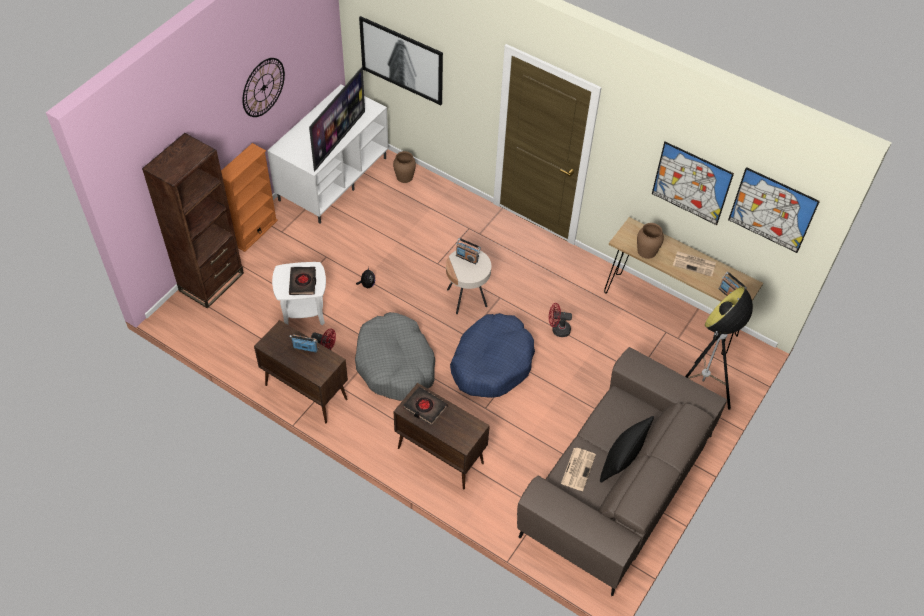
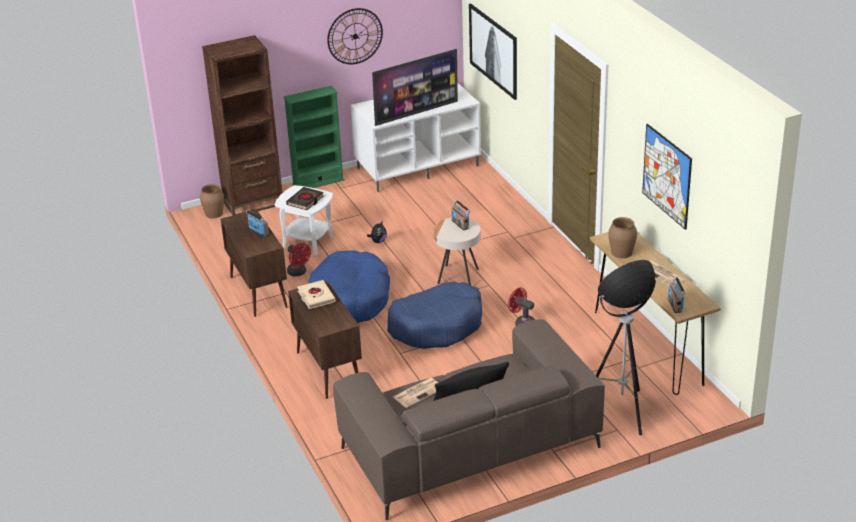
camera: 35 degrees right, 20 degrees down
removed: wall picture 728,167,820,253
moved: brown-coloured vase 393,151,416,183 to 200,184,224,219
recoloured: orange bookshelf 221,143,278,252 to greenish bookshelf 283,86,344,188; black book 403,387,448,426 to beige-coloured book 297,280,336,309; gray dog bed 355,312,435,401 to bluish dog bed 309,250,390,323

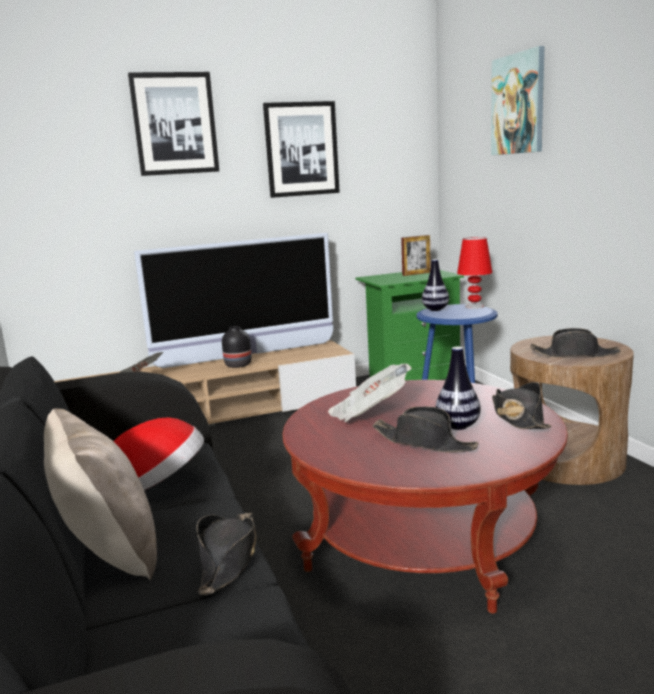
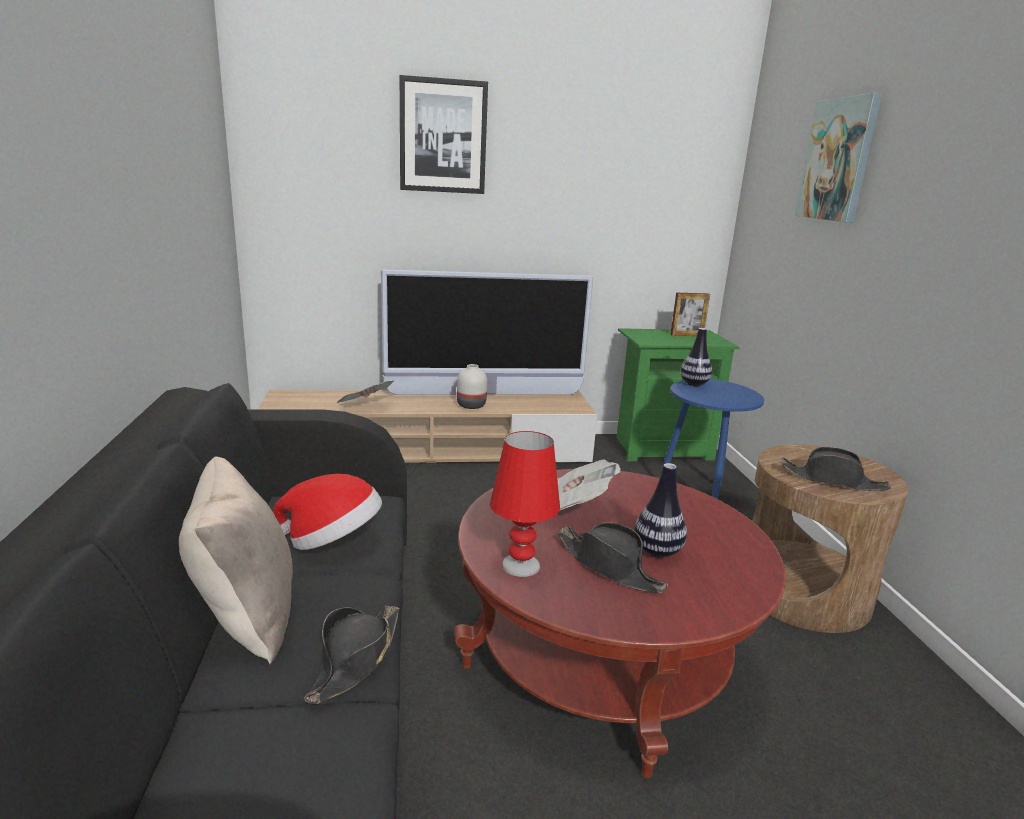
camera: 10 degrees right, 5 degrees up
removed: wall picture 263,101,340,198; black hat 492,382,551,429
moved: red-coloured lamp for a table 457,237,492,309 to 490,431,560,577
recoloured: black vase 222,326,252,368 to white vase 457,364,487,409

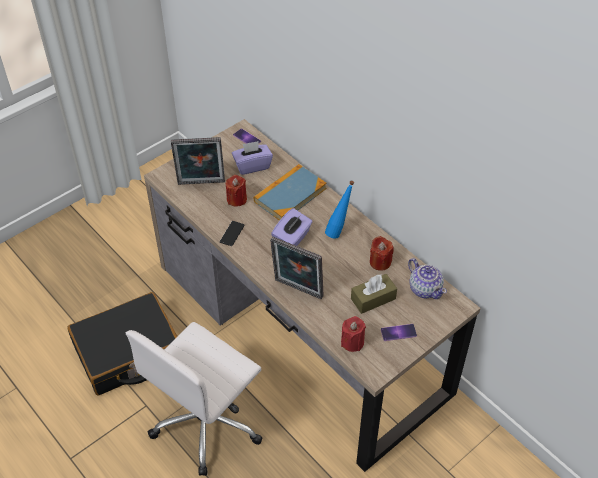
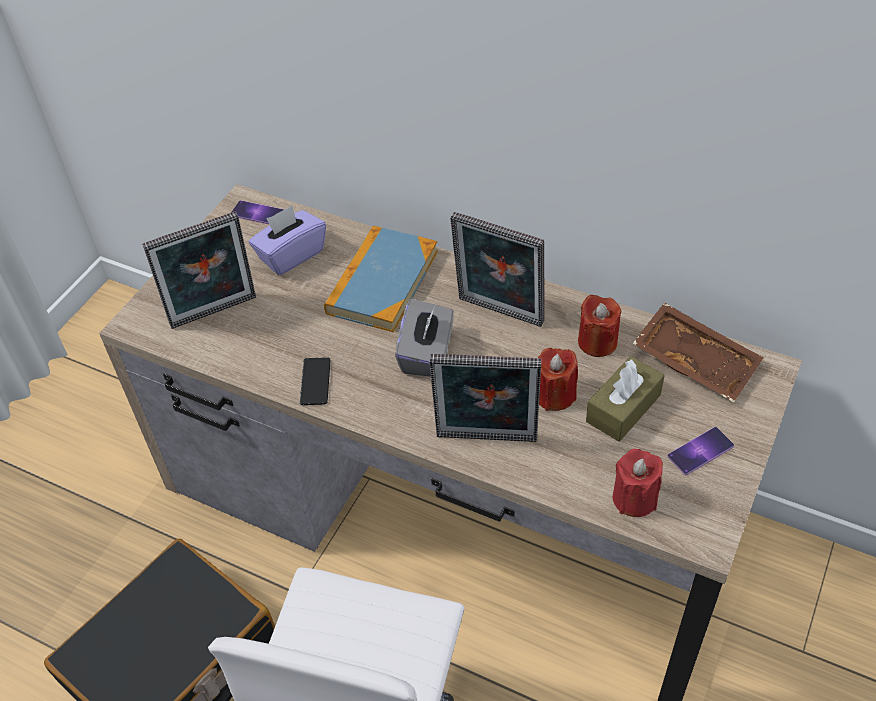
camera: 20 degrees left, 0 degrees up
moved: red-coloured wax light 226,175,247,207 to 538,348,578,411
replaced: bluish beverage bottle 325,181,354,239 to picture frame 450,212,545,327; tea pot 408,258,447,299 to brown-coloured serving tray 632,302,764,402
recoloured: purplish tissue box 271,208,312,246 to gray tissue box 395,298,454,376

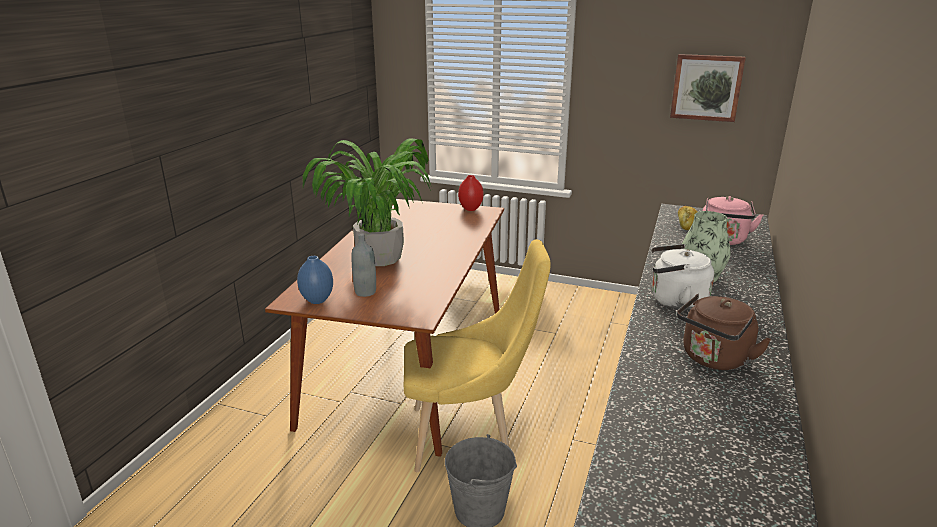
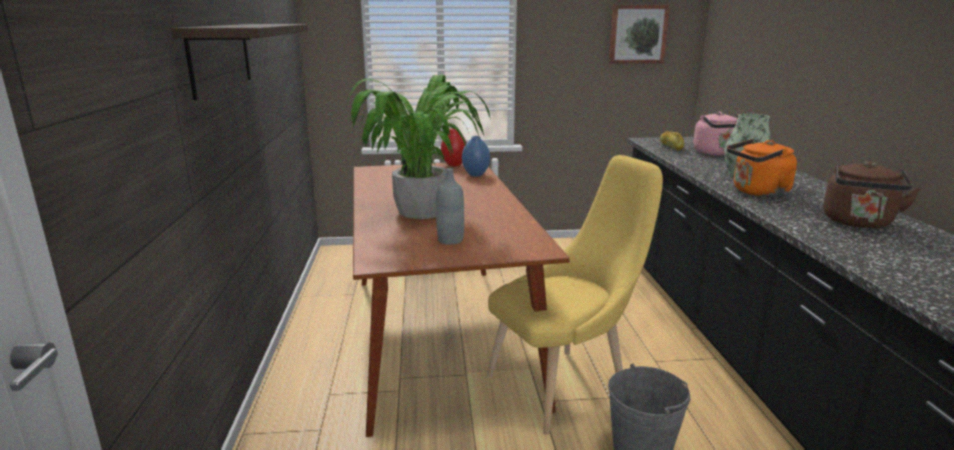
camera: 25 degrees left, 5 degrees down
added: wall shelf 171,24,308,100
moved: bluish vase 297,256,333,304 to 462,136,490,176
recoloured: white tea kettle 651,244,714,310 to orange tea kettle 727,139,797,197

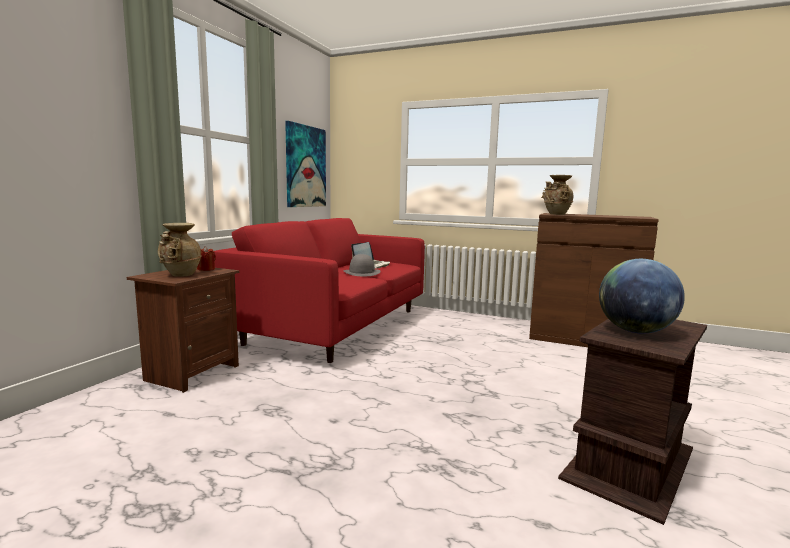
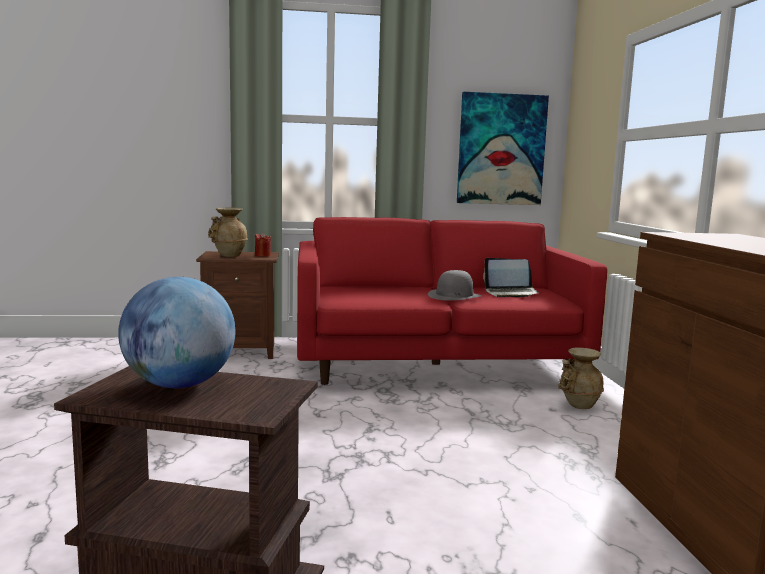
camera: 60 degrees right, 0 degrees up
moved: beige-coloured vase 541,175,573,215 to 558,347,604,409

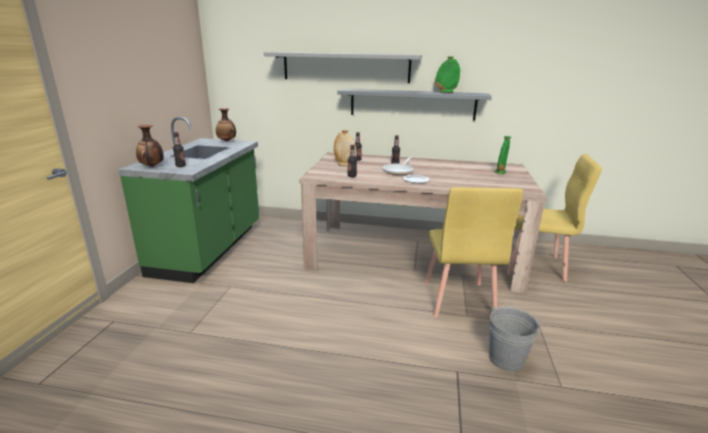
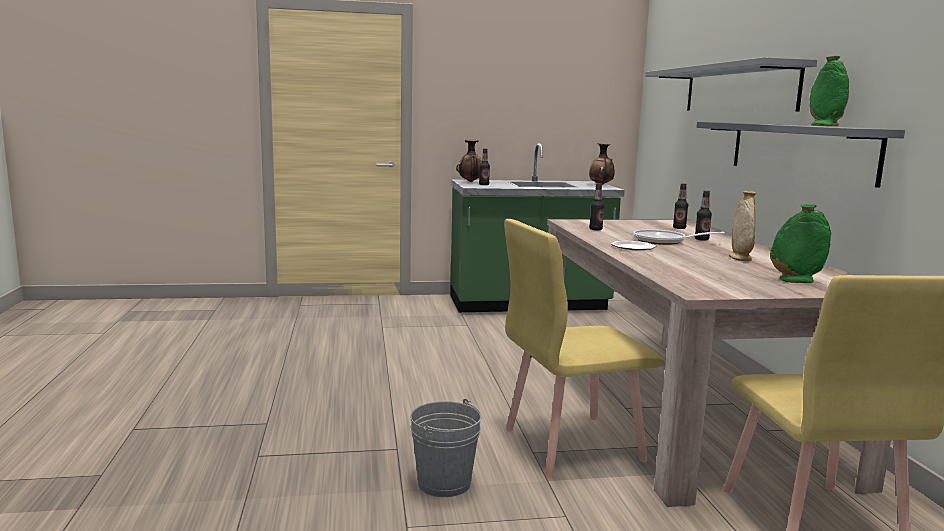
camera: 70 degrees right, 10 degrees down
moved: beige-coloured vase 334,130,357,166 to 729,191,757,261

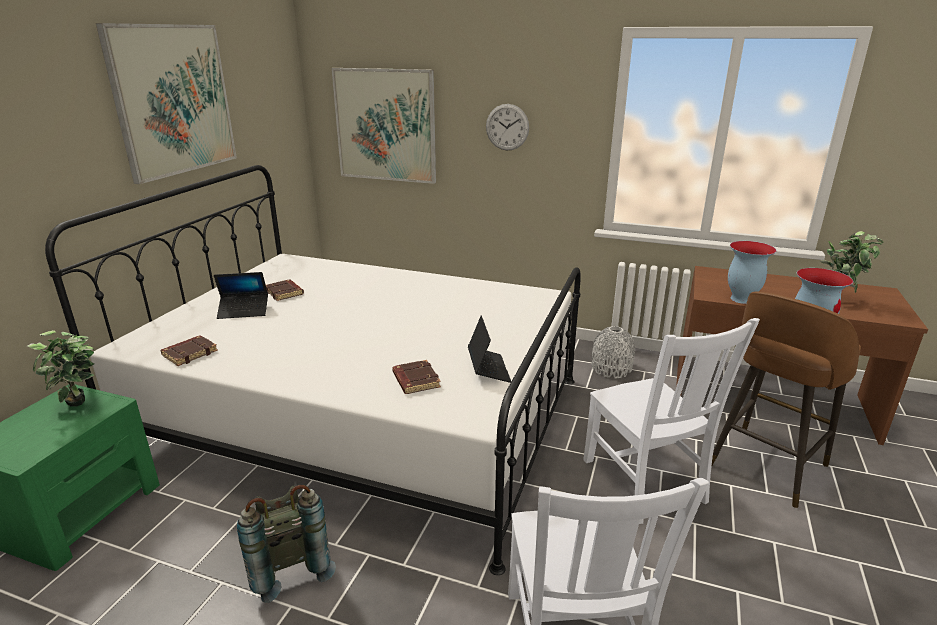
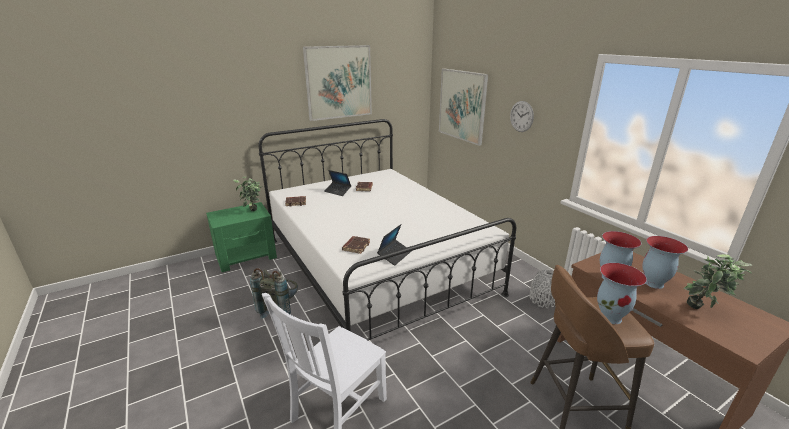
camera: 40 degrees right, 0 degrees up
removed: white upright chair 583,318,760,524
added: vase 642,236,688,289

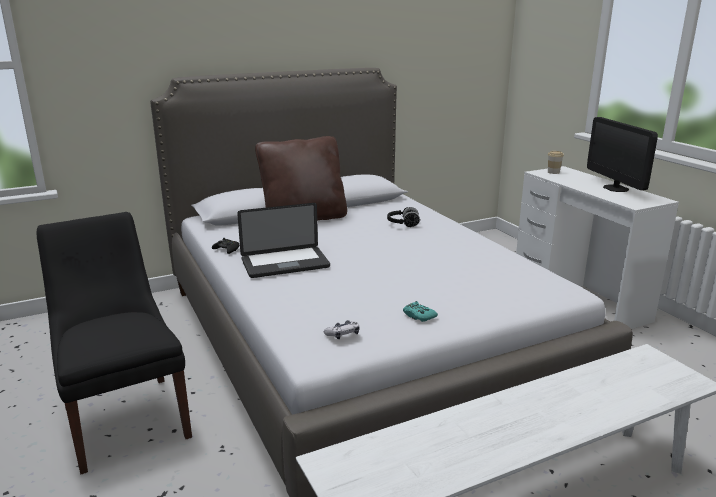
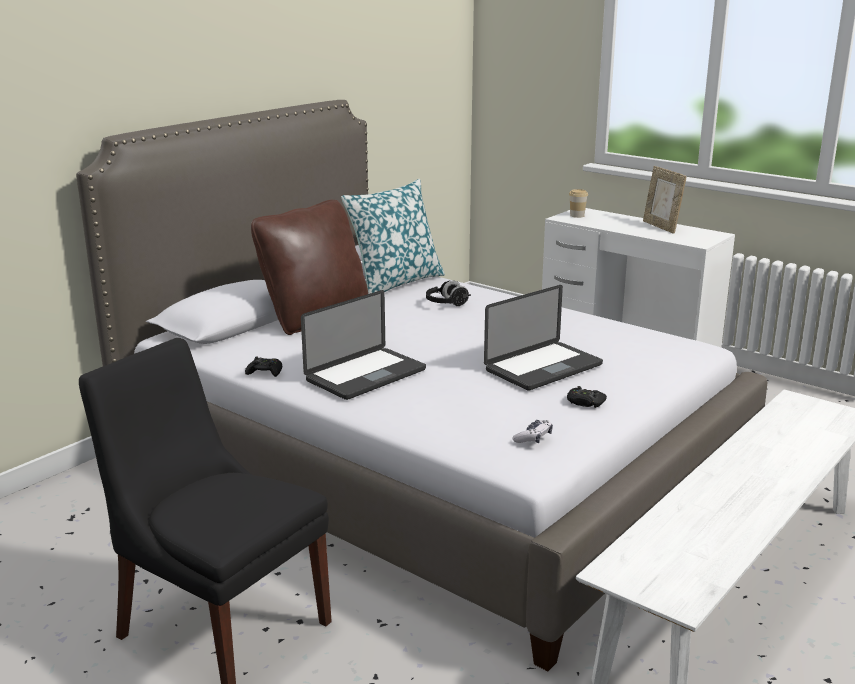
camera: 25 degrees left, 0 degrees up
added: pillow 341,179,445,294; notebook computer 484,285,603,391
replaced: monitor 587,117,658,192 to picture frame 643,166,687,234
recoloured: turquoise-coloured game controller 403,301,438,322 to black game controller 567,386,607,408

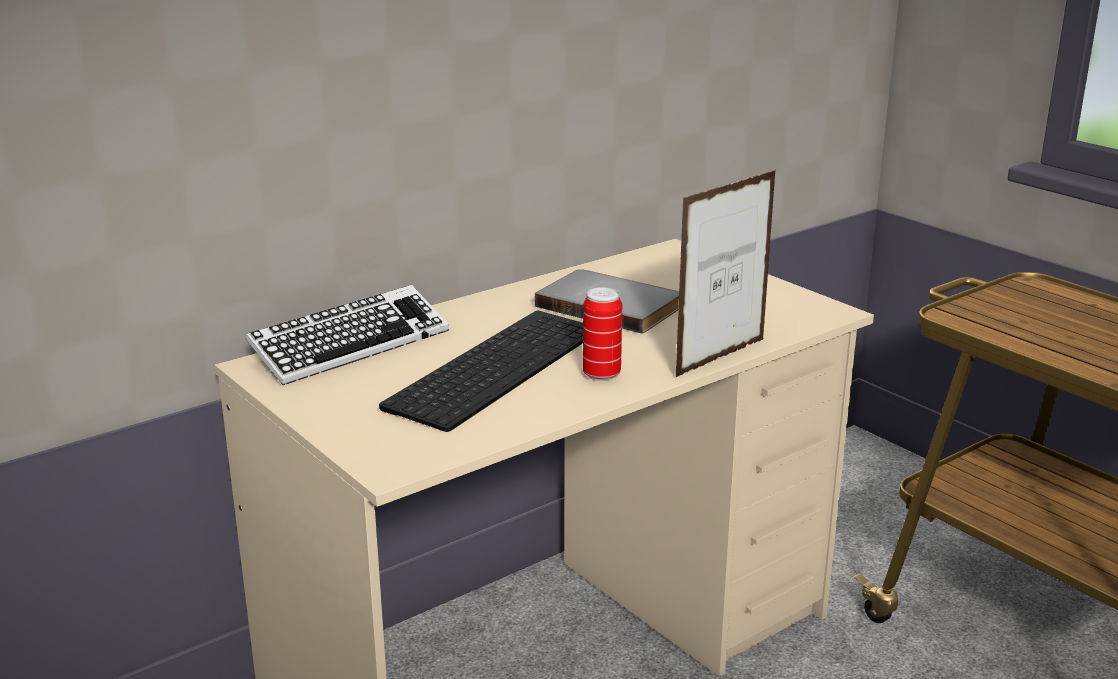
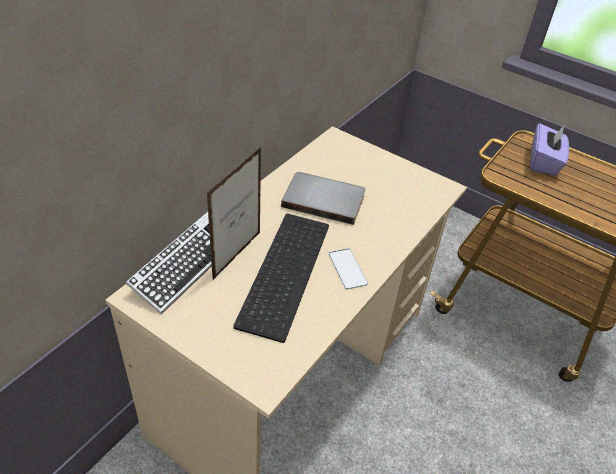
camera: 20 degrees left, 20 degrees up
added: purplish tissue box 530,123,569,176
moved: picture frame 676,170,776,377 to 207,147,261,280
replaced: sealed can 583,287,622,381 to phone 329,248,368,289

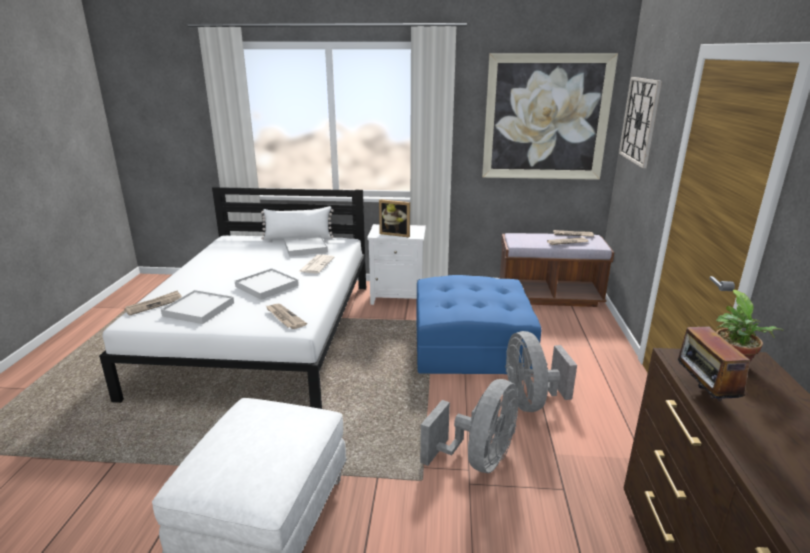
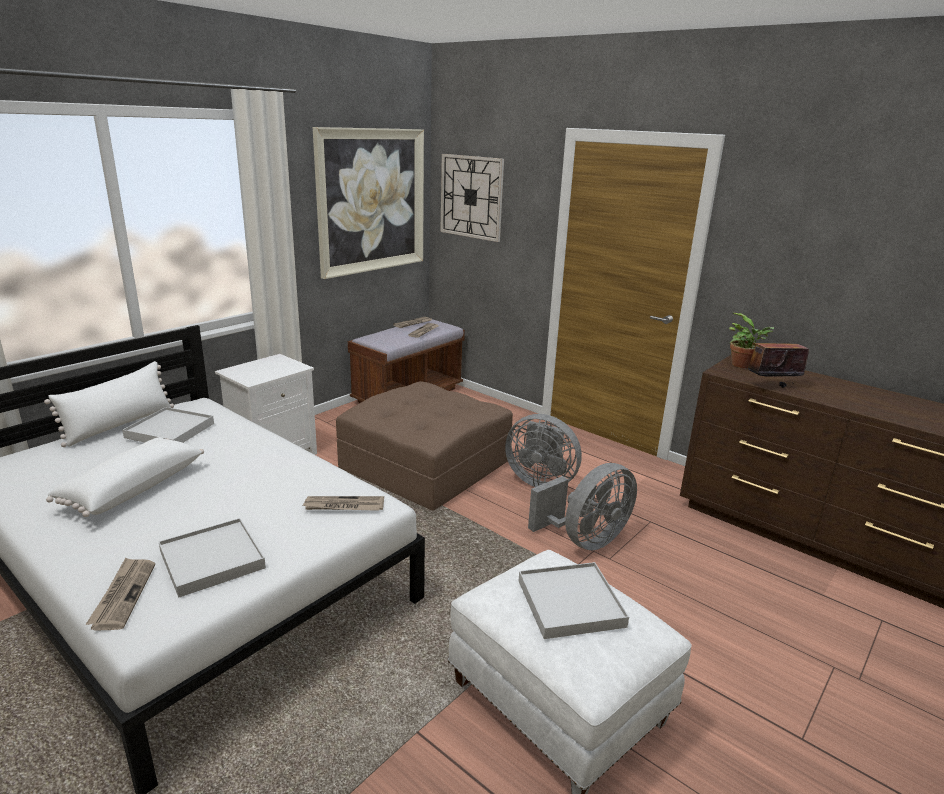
camera: 55 degrees left, 0 degrees up
removed: daily paper 298,255,335,273; picture frame 379,199,410,237
added: white pillow 46,437,204,517
moved: white serving tray 235,268,299,300 to 518,562,629,639
recoloured: bluish pouffe 416,275,541,374 to brown-coloured pouffe 336,381,513,510
turned: gray electric fan 420,379,518,473 = 528,463,637,550 75 degrees clockwise; radio 678,318,750,401 = 748,331,814,388 135 degrees clockwise

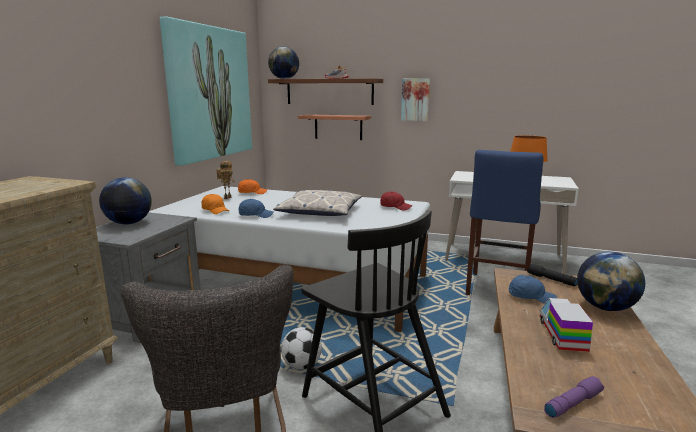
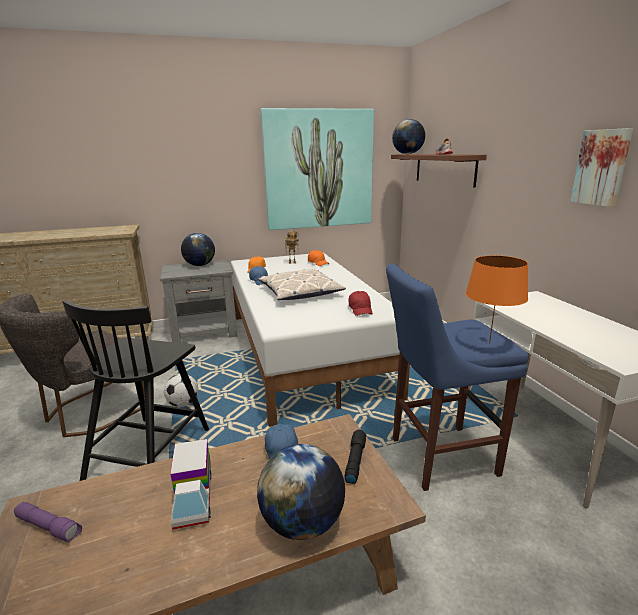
camera: 55 degrees right, 5 degrees up
removed: wall shelf 298,114,371,140
moved: wall picture 401,78,430,121 to 570,128,633,207
turned: toy lorry 540,298,593,352 = 170,439,211,530 105 degrees clockwise

